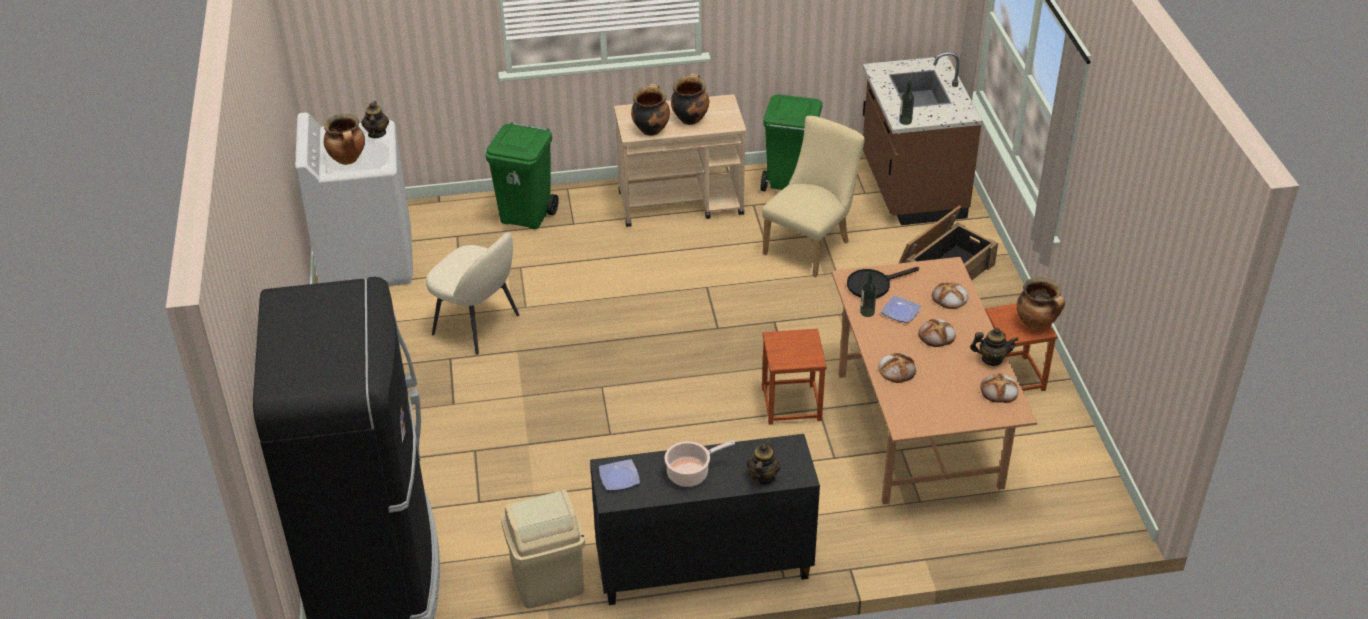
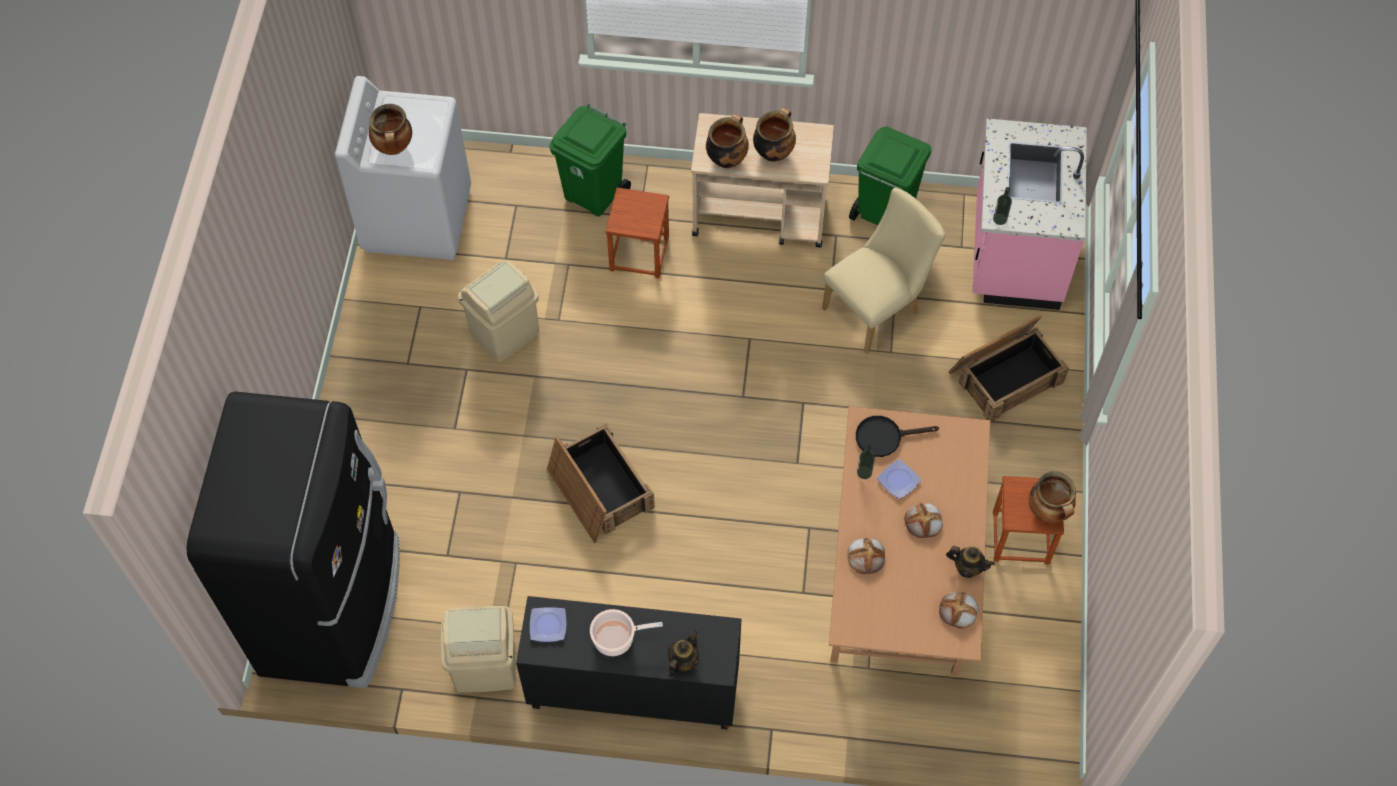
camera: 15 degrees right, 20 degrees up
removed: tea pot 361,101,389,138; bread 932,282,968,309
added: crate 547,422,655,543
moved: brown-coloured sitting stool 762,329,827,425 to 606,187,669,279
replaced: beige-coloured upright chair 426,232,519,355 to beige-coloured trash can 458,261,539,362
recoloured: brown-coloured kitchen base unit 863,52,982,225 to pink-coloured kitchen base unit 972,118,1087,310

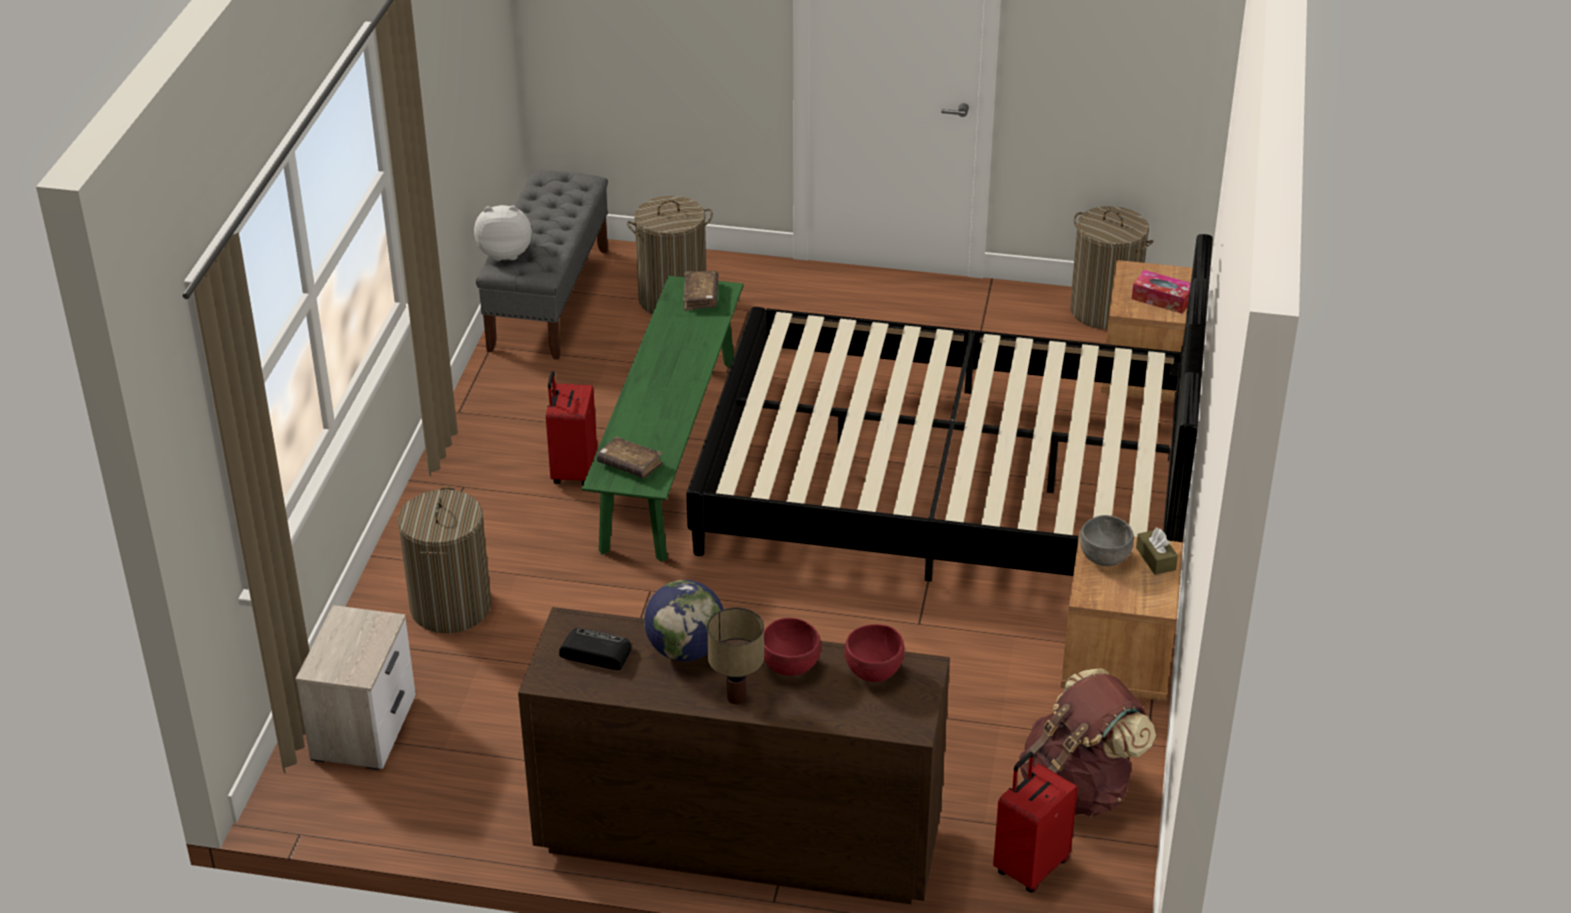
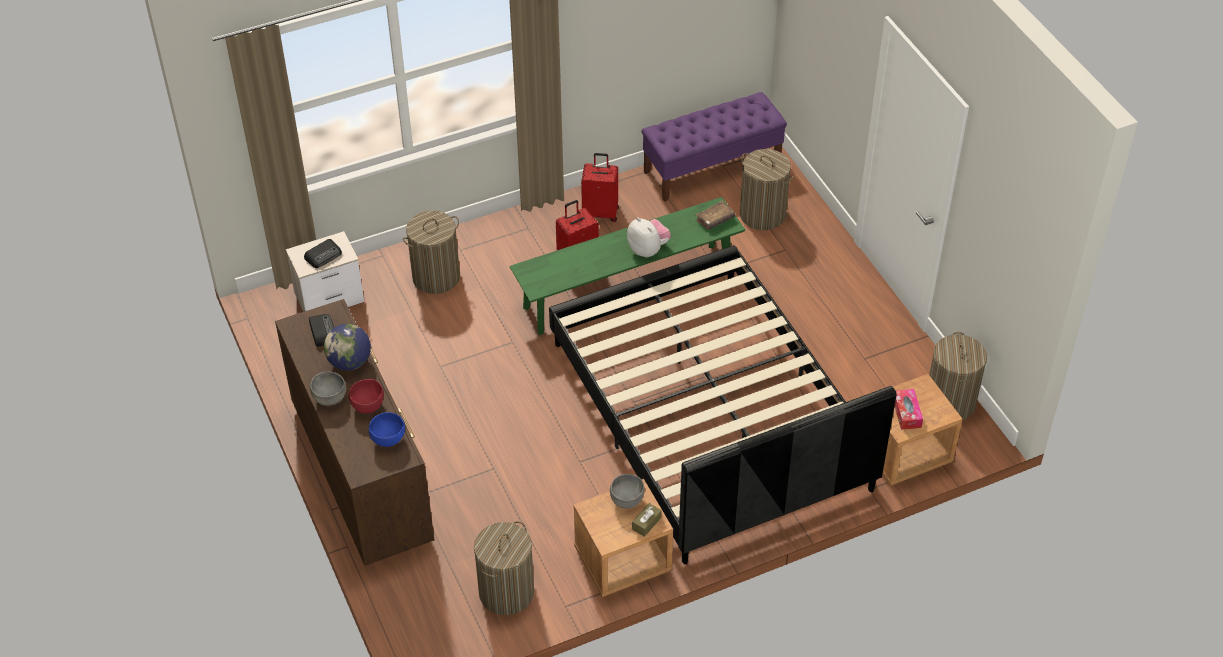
camera: 55 degrees right, 10 degrees up
removed: brown-coloured book 597,436,663,478
added: radio 304,239,342,268
moved: red-coloured suitcase 993,752,1078,893 to 581,153,619,222; plush toy 474,205,532,261 to 627,217,671,258
replaced: lamp for a table 707,607,764,704 to gray bowl 310,371,346,406; brown-coloured backpack 1019,668,1156,817 to washing basket 474,521,534,615
recoloured: red-coloured bowl 844,624,905,682 to bluish bowl 369,412,405,447; gray indoor bench 476,170,608,360 to purplish indoor bench 642,92,787,202

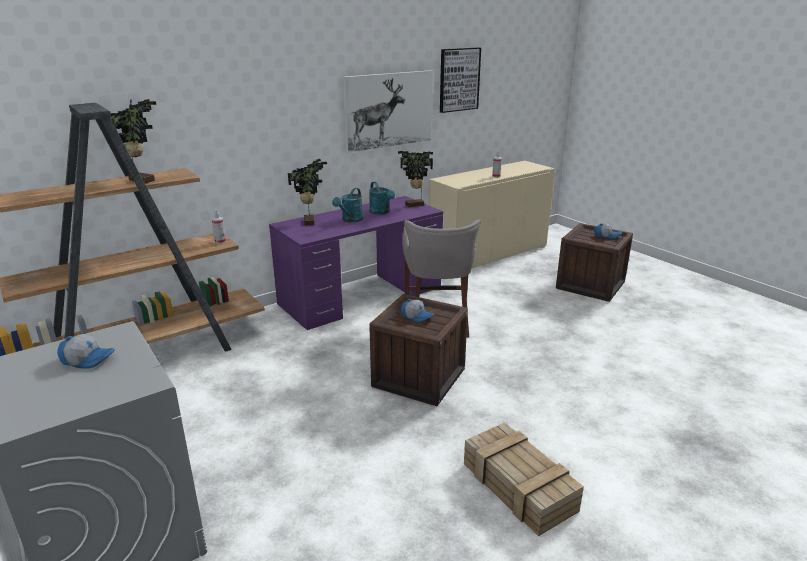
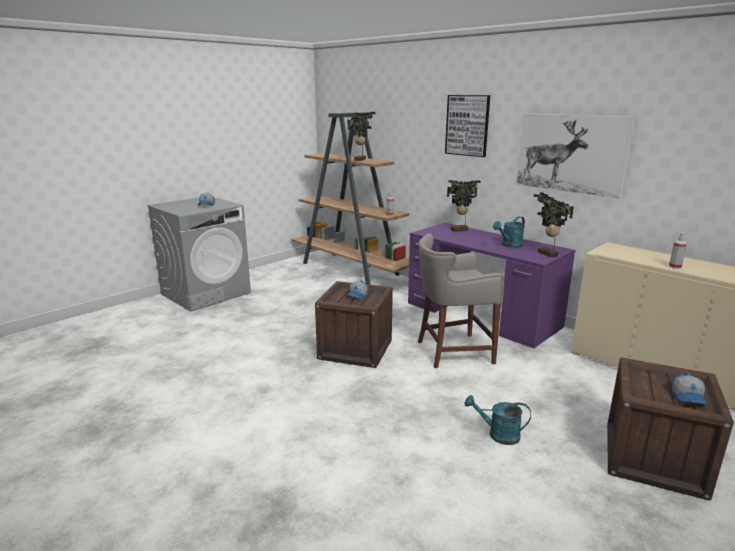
camera: 80 degrees right, 5 degrees down
removed: crate 464,422,584,536
moved: wall picture 440,47,481,113 to 445,95,490,157; turquoise-coloured watering pot 332,188,363,222 to 465,395,531,445

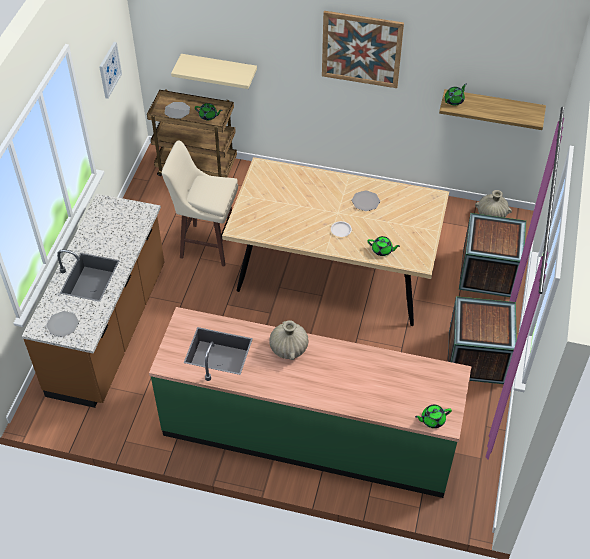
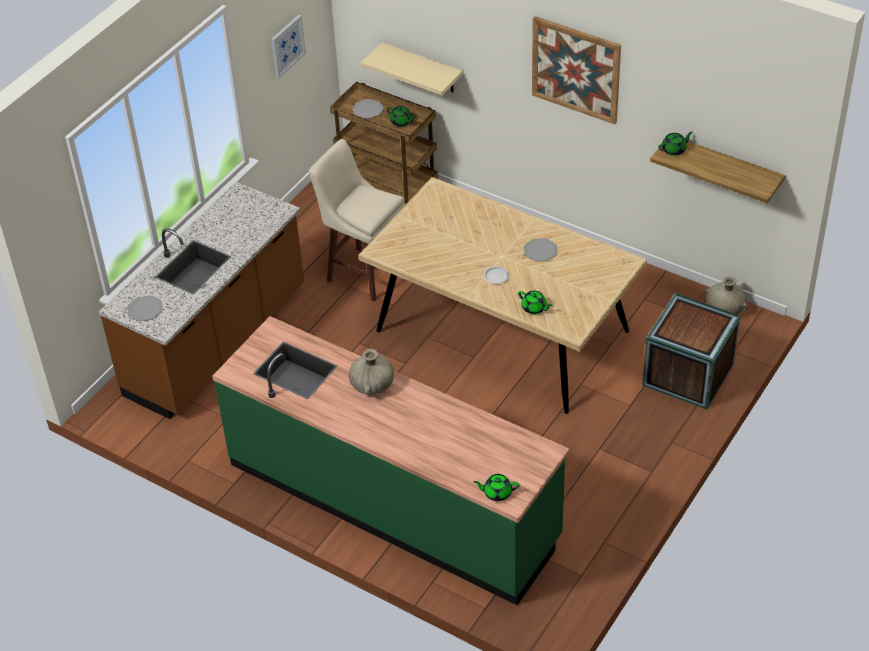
camera: 20 degrees right, 5 degrees down
removed: crate 448,296,517,384

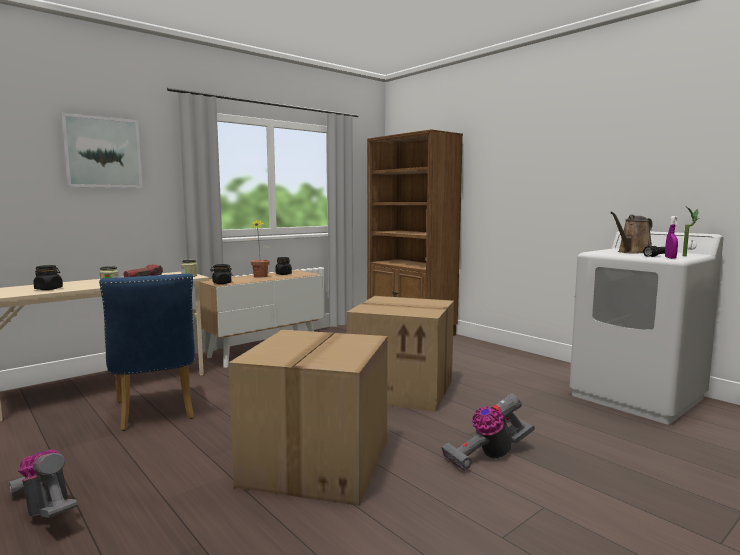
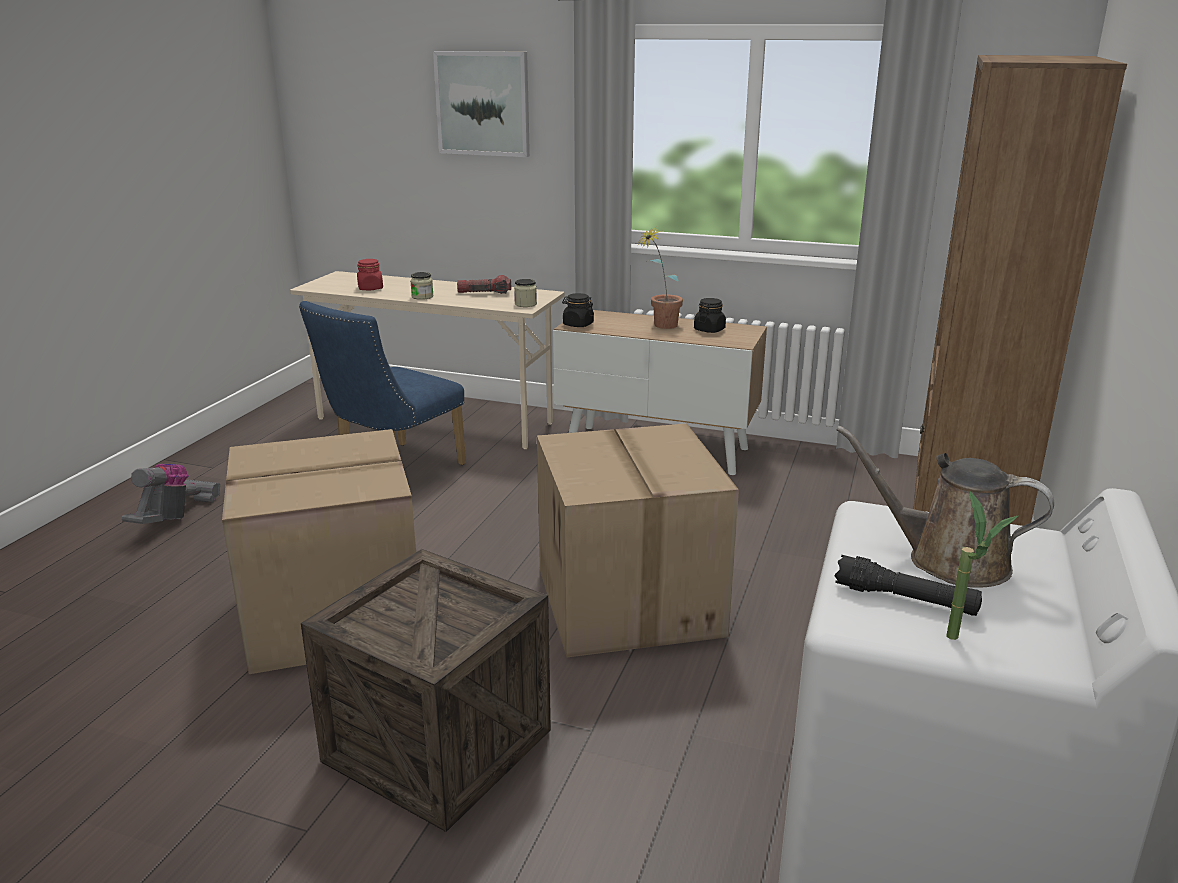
camera: 60 degrees right, 15 degrees up
removed: purplish hand sprayer 665,216,678,259
replaced: vacuum cleaner 441,393,535,471 to crate 301,549,551,832
recoloured: black preserve jar 33,265,63,290 to red-coloured preserve jar 357,259,383,290

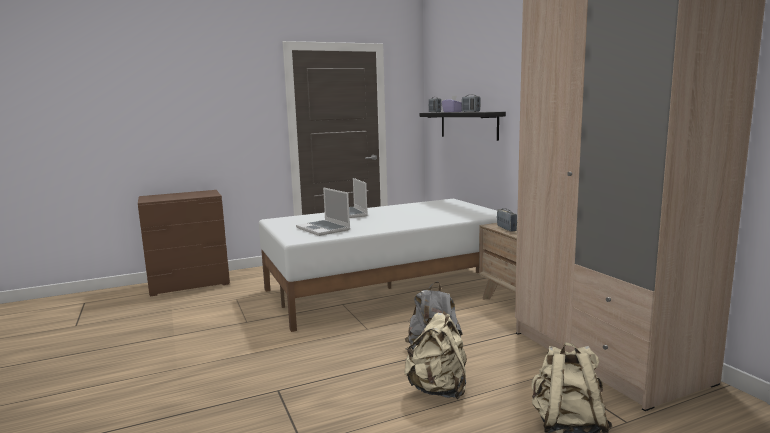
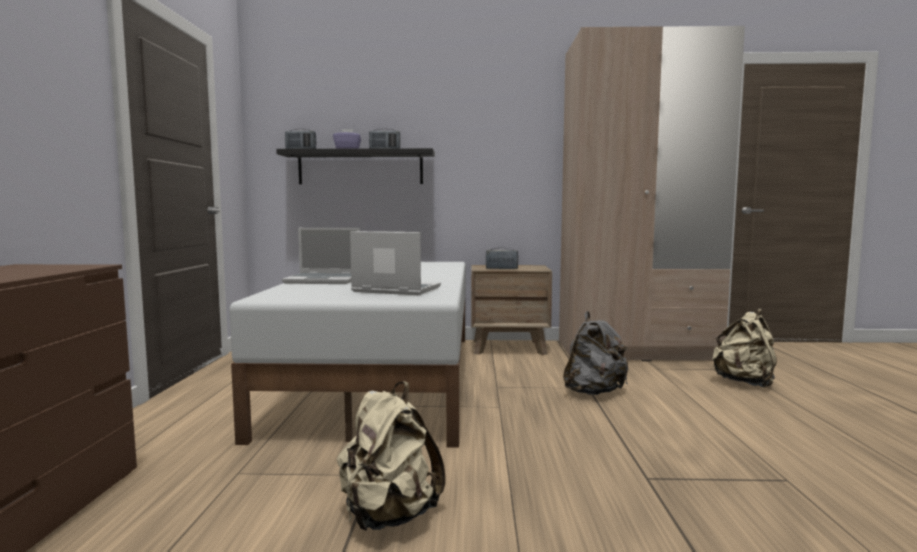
camera: 65 degrees left, 5 degrees down
moved: beige-coloured backpack 405,313,467,399 to 337,381,445,531
turned: notebook computer 296,187,350,236 = 350,231,441,295 150 degrees counterclockwise

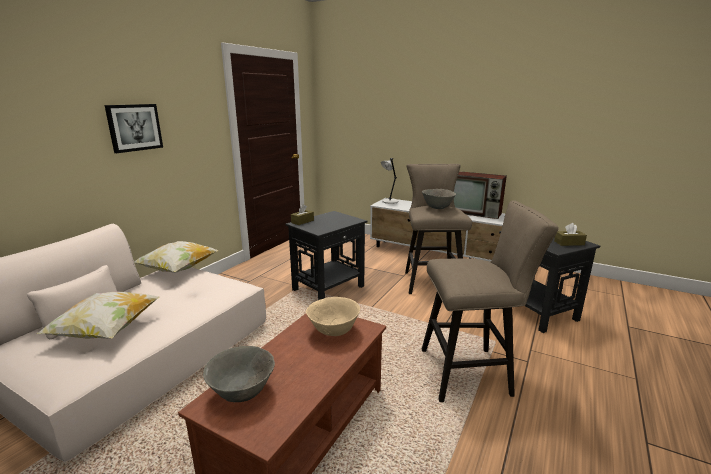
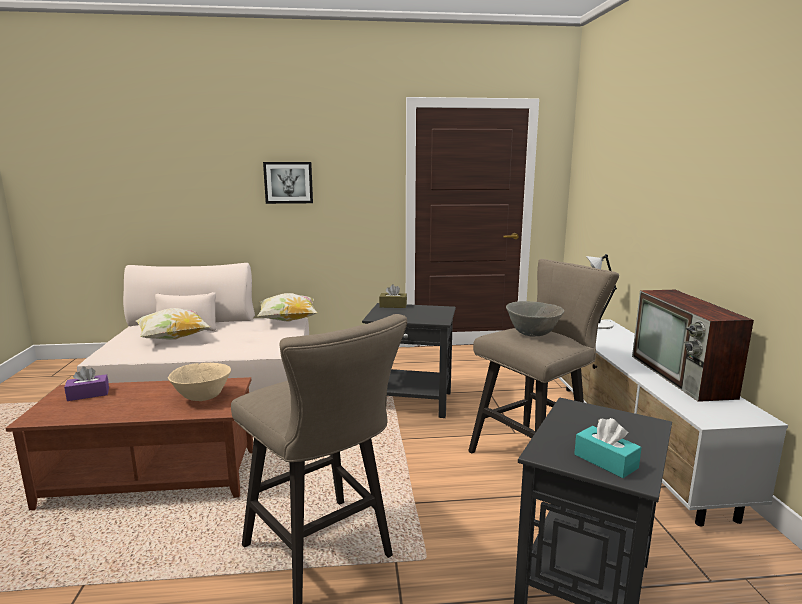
camera: 55 degrees right, 5 degrees down
replaced: gray bowl 203,346,275,402 to purplish tissue box 64,367,109,401
recoloured: brown-coloured tissue box 554,223,587,246 to turquoise-coloured tissue box 574,418,642,478

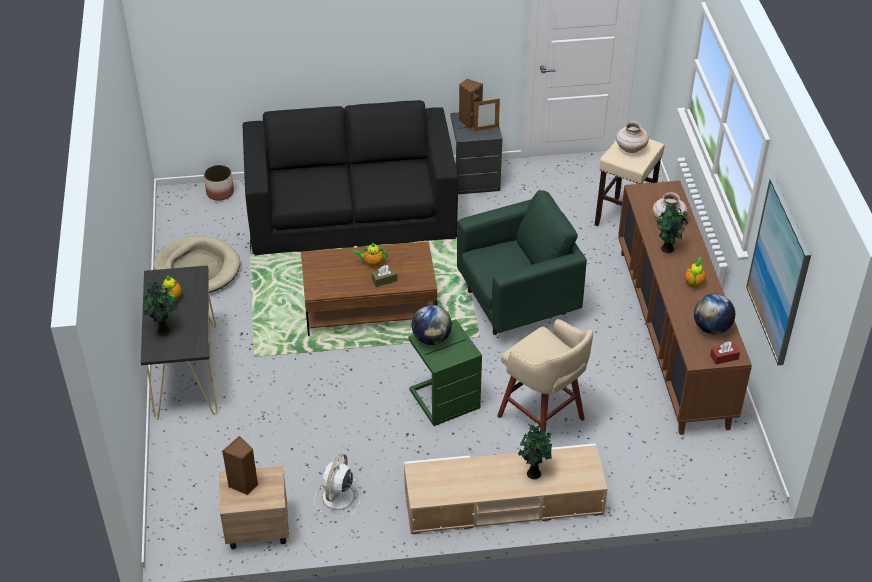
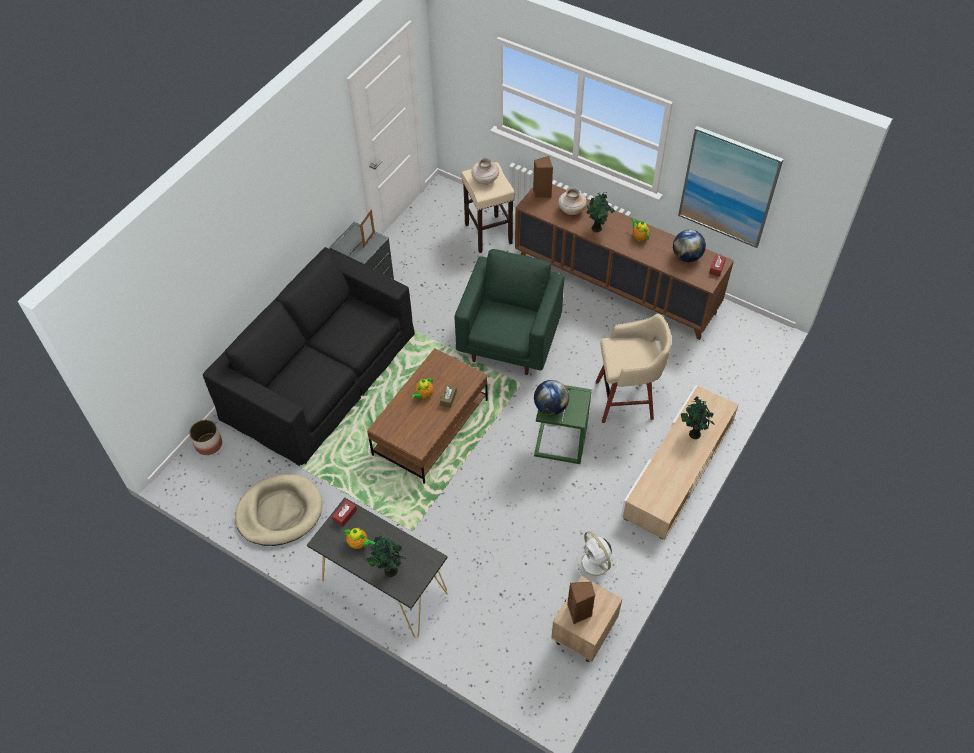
camera: 50 degrees left, 10 degrees up
added: red-coloured tissue box 332,500,357,527
moved: brown-coloured speaker 459,79,483,129 to 533,156,553,198

